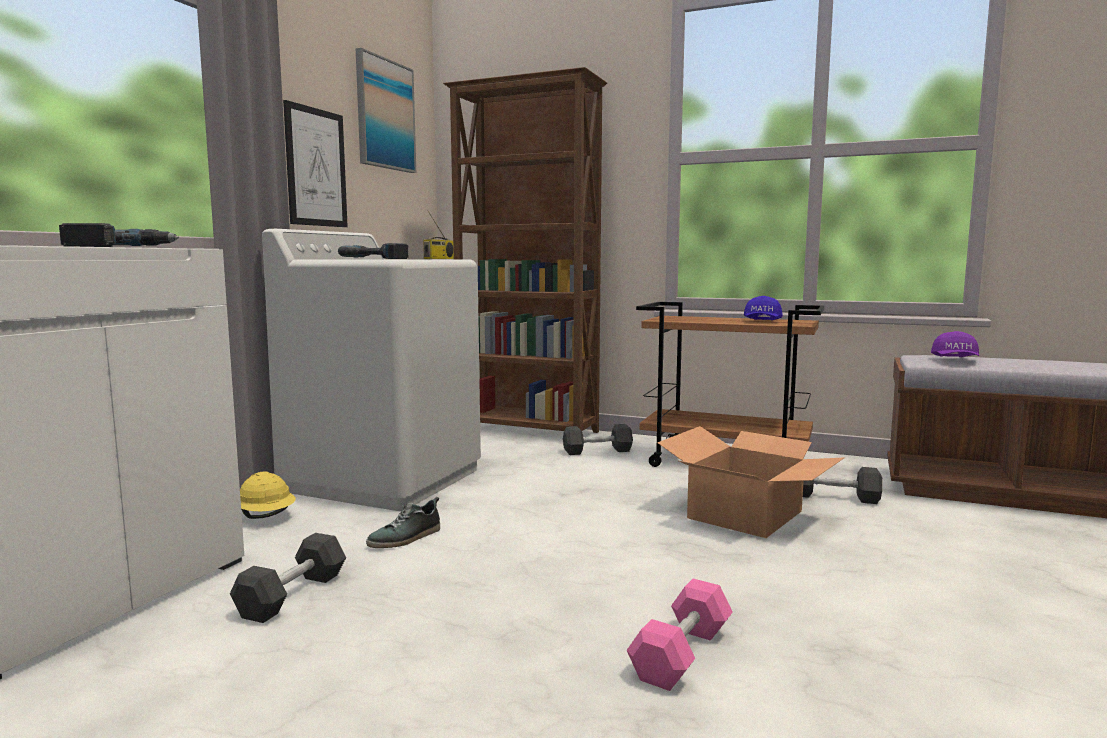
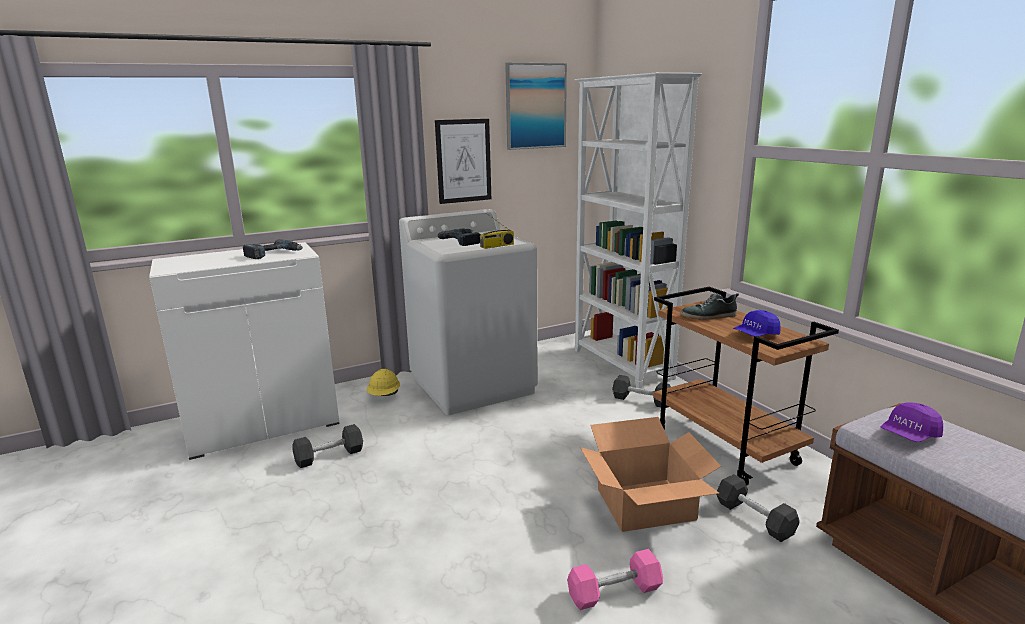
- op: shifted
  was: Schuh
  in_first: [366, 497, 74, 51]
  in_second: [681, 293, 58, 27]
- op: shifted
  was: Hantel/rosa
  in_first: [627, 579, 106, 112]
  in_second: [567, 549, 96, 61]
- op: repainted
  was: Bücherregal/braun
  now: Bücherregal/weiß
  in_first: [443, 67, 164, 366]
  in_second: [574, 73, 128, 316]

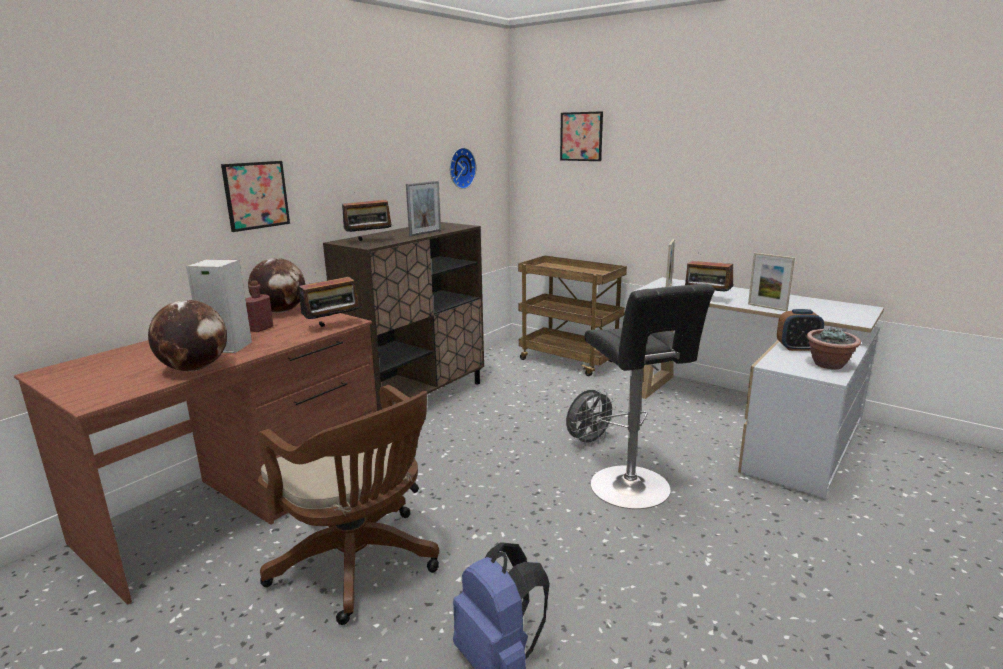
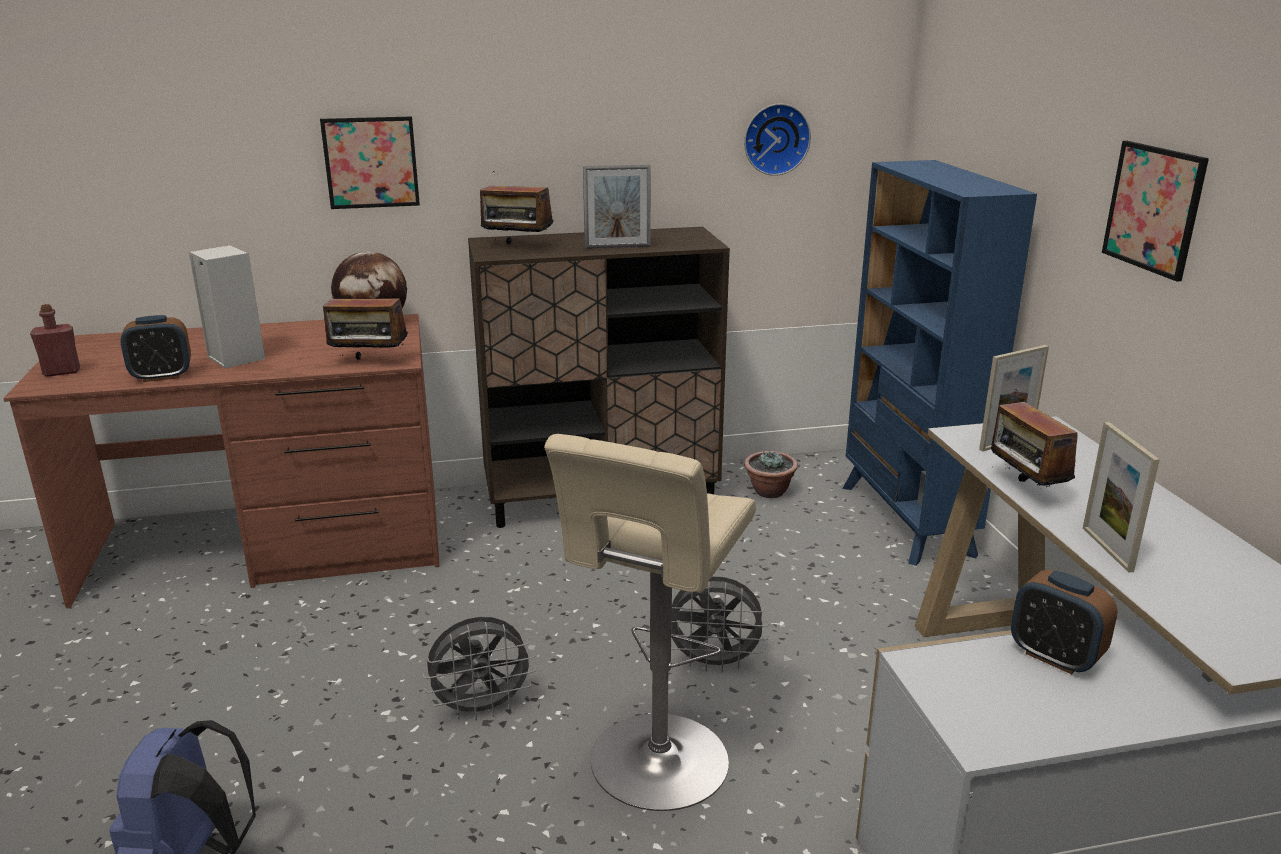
- op: gone
  was: Bürostuhl/braun
  in_first: [258, 385, 181, 240]
- op: new
  now: Ventilator/grau
  in_second: [423, 617, 113, 103]
- op: shifted
  was: Flasche/rot
  in_first: [245, 281, 28, 51]
  in_second: [30, 304, 50, 73]
- op: shifted
  was: Bild
  in_first: [560, 111, 43, 50]
  in_second: [1102, 141, 107, 141]
- op: shifted
  was: Topfpflanze
  in_first: [807, 328, 54, 41]
  in_second: [744, 451, 54, 47]
- op: swapped
  was: Globus
  now: Wecker
  in_first: [148, 300, 79, 71]
  in_second: [120, 315, 71, 67]
- op: swapped
  was: Rollwagen/braun
  now: Bücherregal/blau
  in_first: [518, 255, 109, 121]
  in_second: [843, 160, 194, 406]
- op: repainted
  was: Hocker/schwarz
  now: Hocker/beige
  in_first: [584, 284, 131, 225]
  in_second: [544, 434, 212, 377]

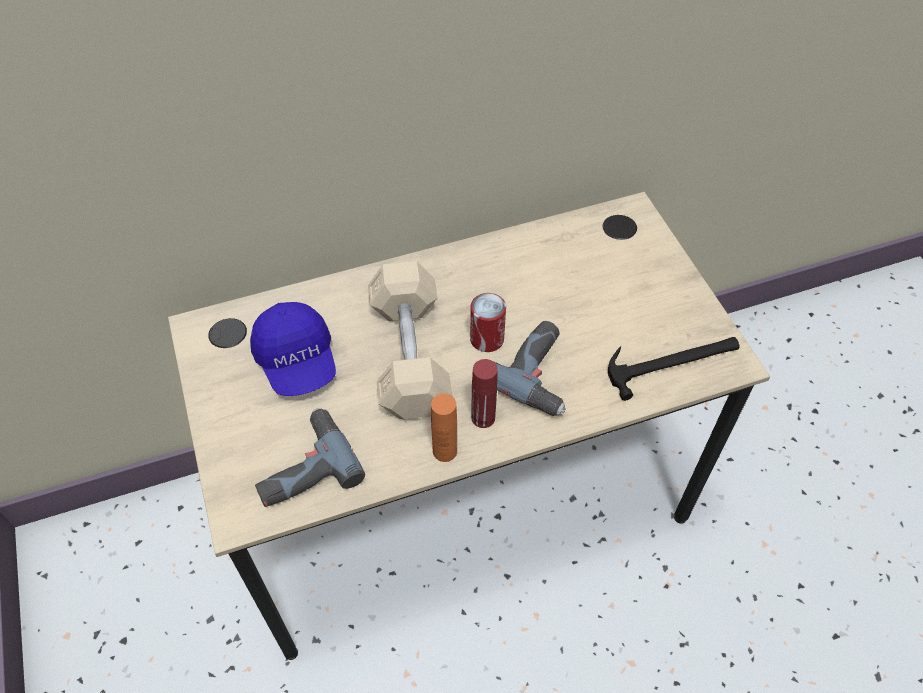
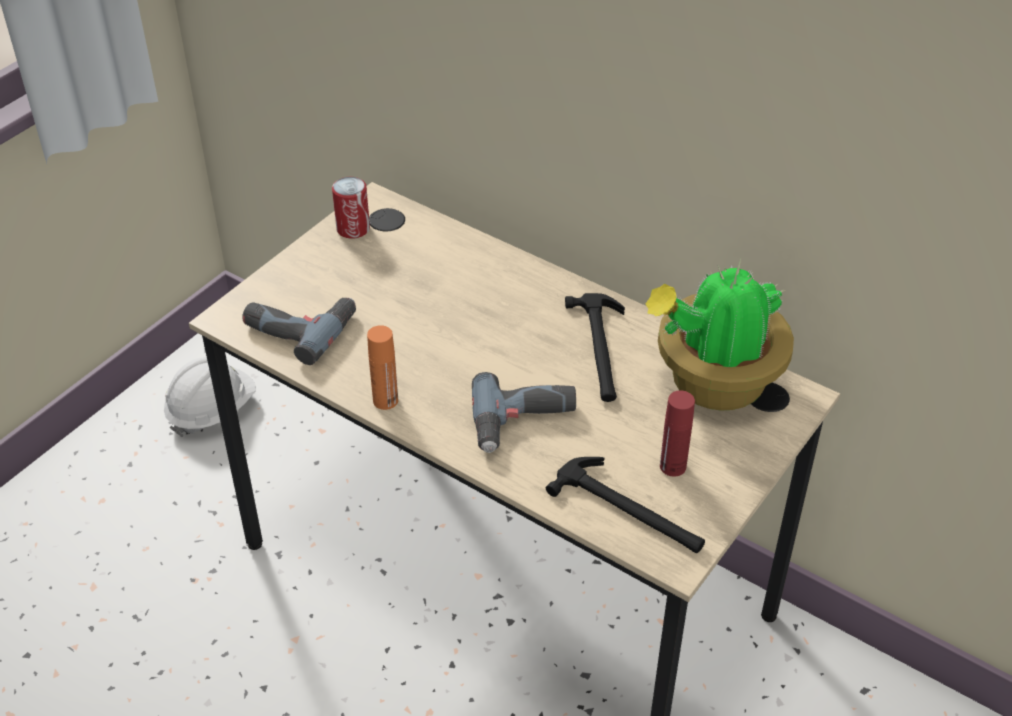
- op: gone
  was: Kappe/blau
  in_first: [250, 302, 86, 94]
- op: gone
  was: Hantel/beige
  in_first: [368, 261, 84, 158]
- op: new
  now: Schutzhelm/weiß
  in_second: [164, 357, 92, 80]
- op: new
  now: Hammer
  in_second: [565, 293, 60, 109]
- op: new
  now: Topfpflanze
  in_second: [645, 258, 149, 153]
- op: shifted
  was: Dose
  in_first: [470, 293, 36, 59]
  in_second: [332, 177, 38, 62]
- op: shifted
  was: Flasche/rot
  in_first: [471, 359, 27, 69]
  in_second: [660, 390, 35, 87]

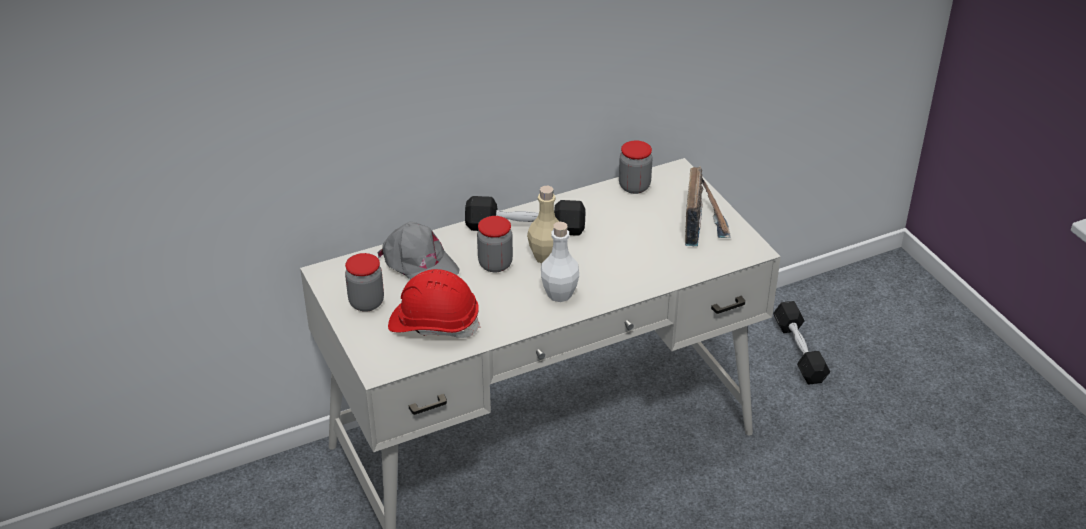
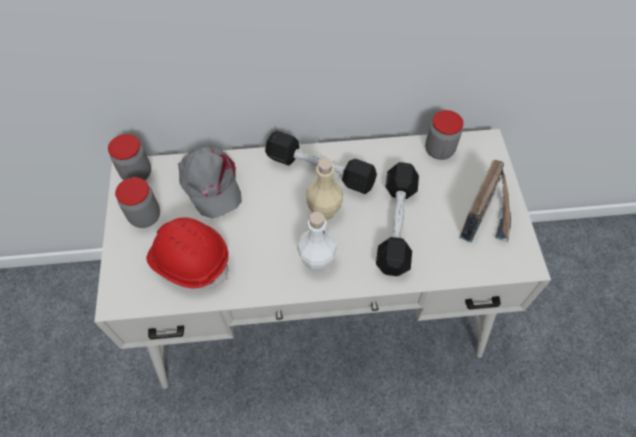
- op: shifted
  was: Vorratsglas
  in_first: [477, 216, 36, 57]
  in_second: [108, 134, 43, 46]
- op: shifted
  was: Hantel/schwarz
  in_first: [773, 301, 57, 84]
  in_second: [376, 162, 43, 114]

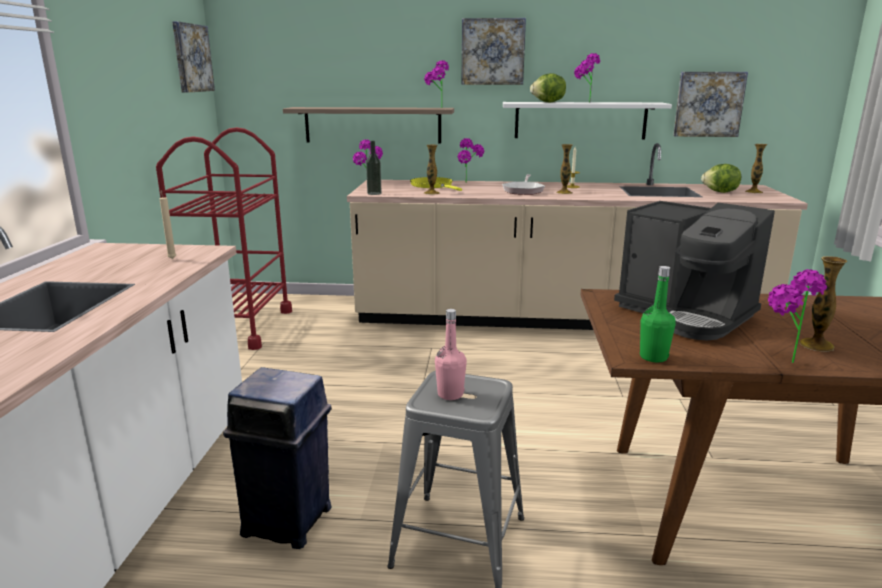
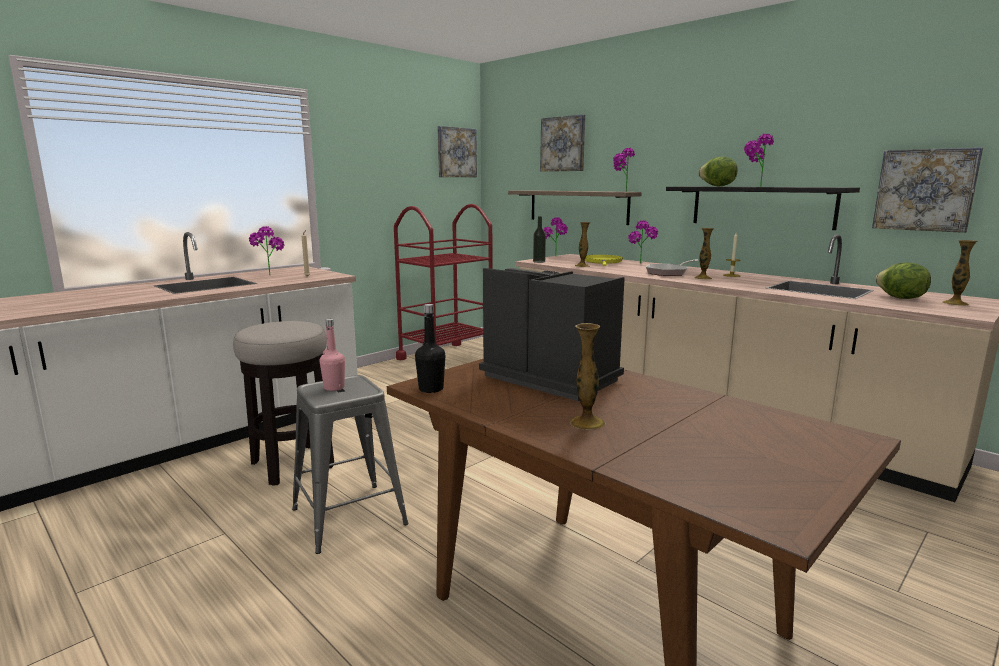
- op: shifted
  was: Bild
  in_first: [461, 18, 65, 67]
  in_second: [540, 114, 45, 58]
- op: shifted
  was: Topfpflanze
  in_first: [768, 269, 59, 94]
  in_second: [249, 226, 35, 49]
- op: swapped
  was: Mülleimer/blau
  now: Hocker
  in_first: [223, 367, 109, 182]
  in_second: [233, 321, 101, 165]
- op: repainted
  was: Wandregal/weiß
  now: Wandregal/schwarz
  in_first: [503, 102, 169, 37]
  in_second: [666, 186, 194, 44]
- op: repainted
  was: Flasche/grün
  now: Flasche/schwarz
  in_first: [640, 266, 36, 96]
  in_second: [415, 304, 30, 89]
- op: rotated
  was: Kaffeemaschine
  in_first: [614, 201, 161, 139]
  in_second: [479, 268, 146, 133]
  clockwise: 135

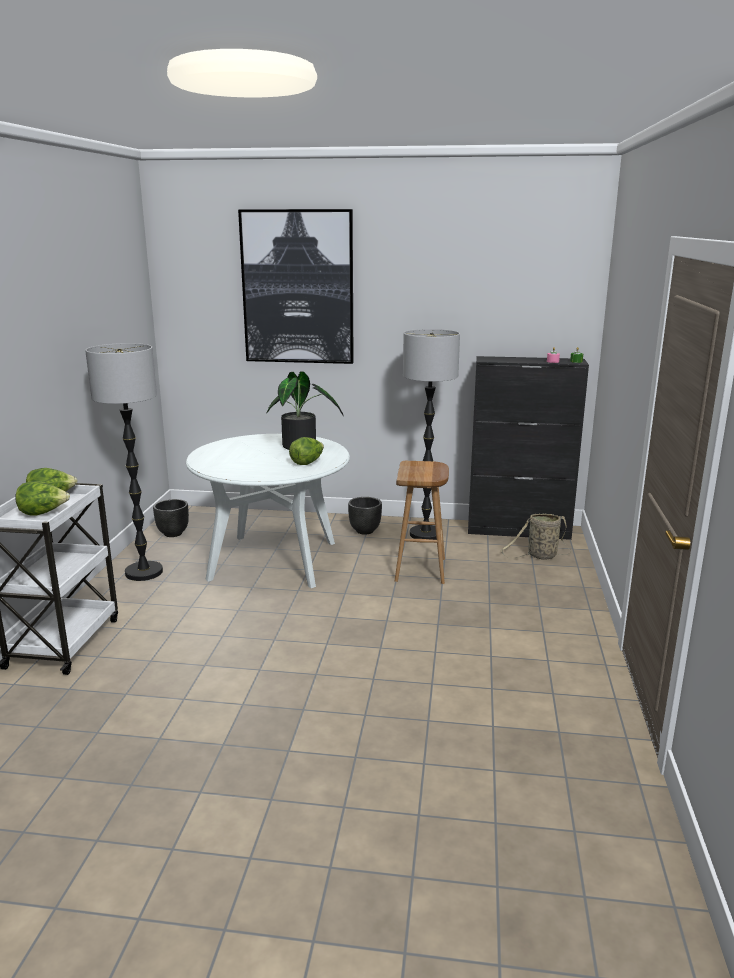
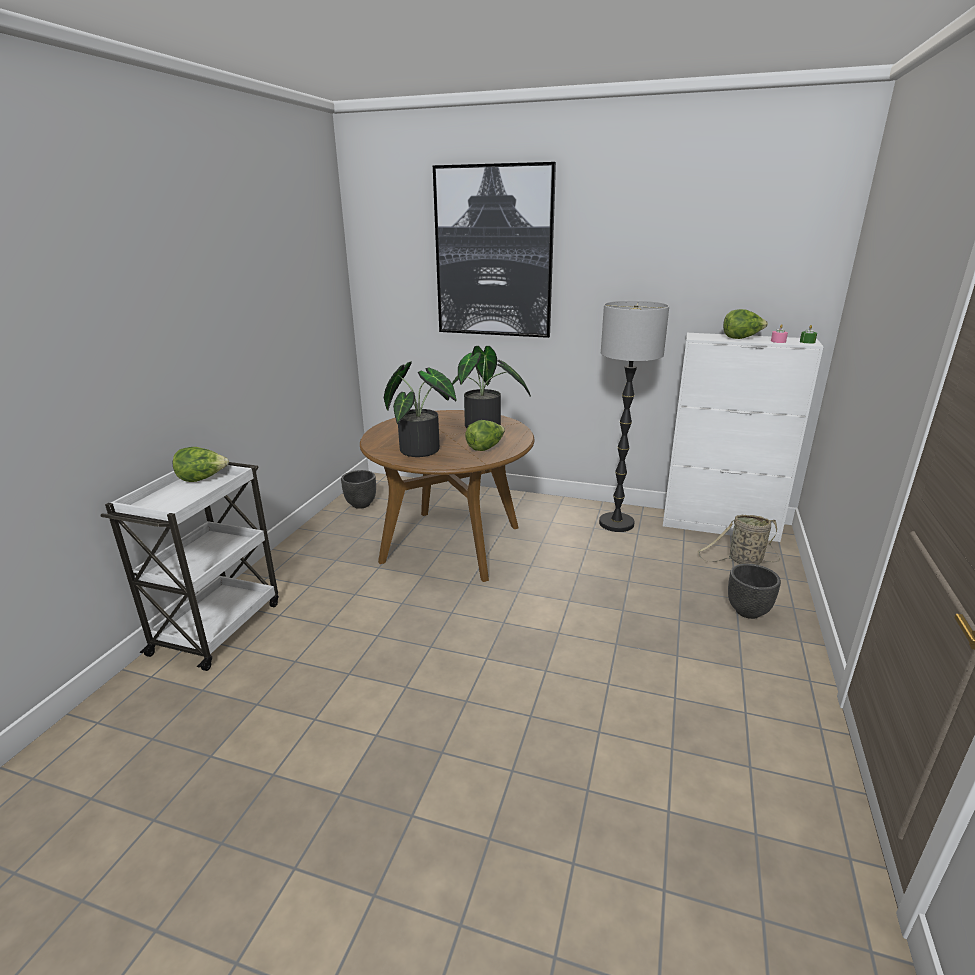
- op: gone
  was: Stehlampe
  in_first: [85, 343, 78, 238]
- op: gone
  was: Hocker/braun
  in_first: [395, 461, 54, 123]
- op: new
  now: Topfpflanze
  in_second: [384, 361, 72, 96]
- op: shifted
  was: Salatkopf
  in_first: [15, 481, 55, 35]
  in_second: [723, 309, 45, 30]
- op: shifted
  was: Pflanzkübel/schwarz
  in_first: [348, 497, 34, 38]
  in_second: [728, 564, 53, 55]
- op: repainted
  was: Esstisch/weiß
  now: Esstisch/braun
  in_first: [186, 434, 164, 154]
  in_second: [360, 410, 175, 172]
- op: repainted
  was: Schrank/schwarz
  now: Schrank/weiß
  in_first: [468, 356, 121, 184]
  in_second: [663, 333, 161, 209]

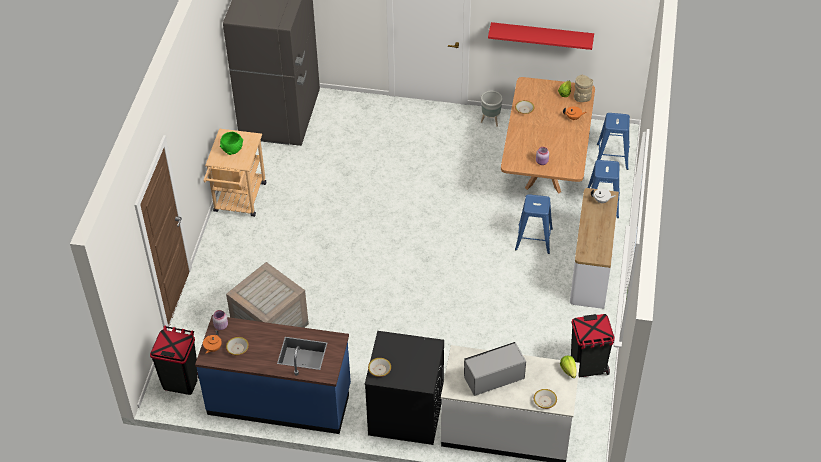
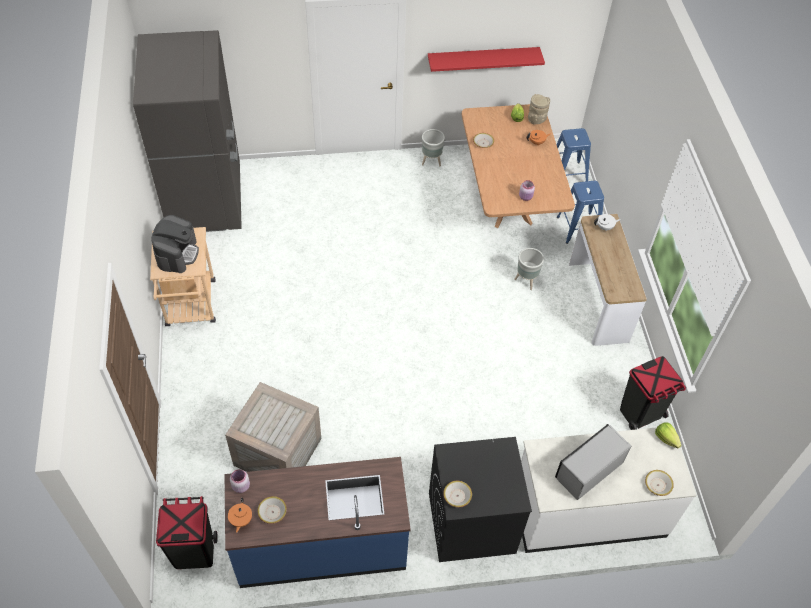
- op: swapped
  was: Schüssel/grün
  now: Kaffeemaschine
  in_first: [220, 132, 23, 23]
  in_second: [152, 215, 47, 58]
- op: swapped
  was: Hocker/blau
  now: Pflanzkübel/grau
  in_first: [515, 194, 38, 60]
  in_second: [514, 248, 30, 42]

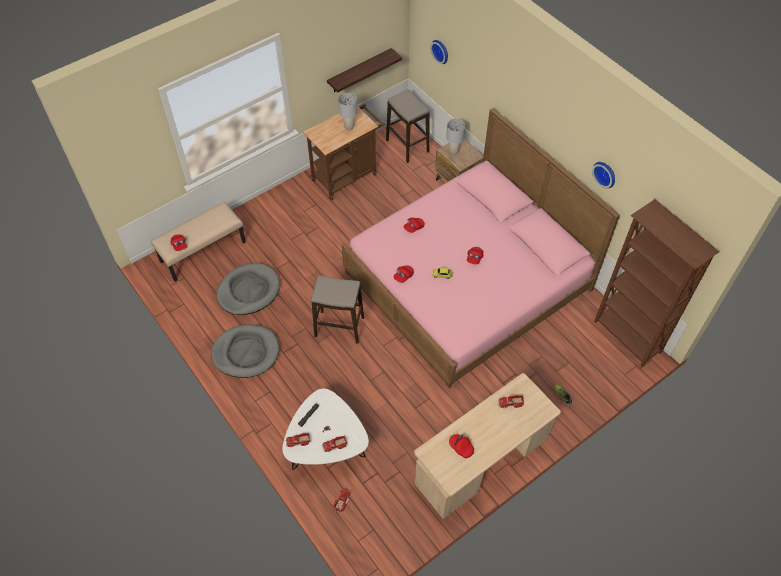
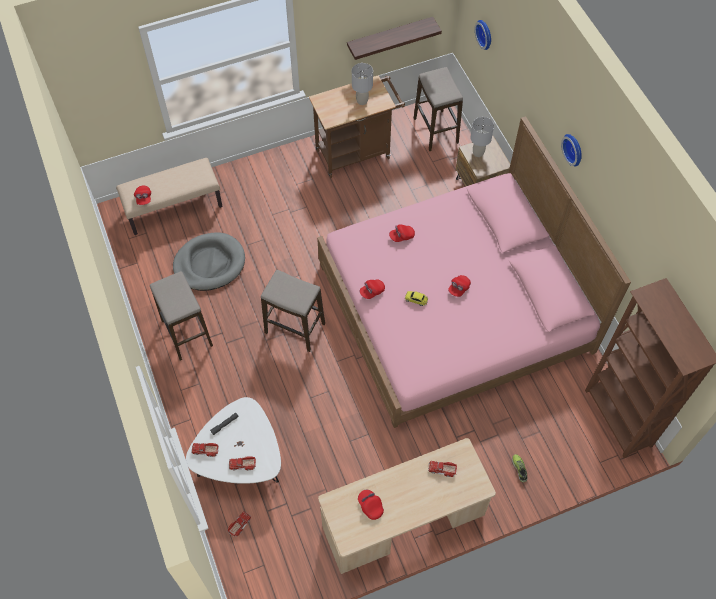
- op: shifted
  was: Wanduhr
  in_first: [592, 162, 23, 26]
  in_second: [561, 134, 21, 33]
- op: swapped
  was: Hundebett/grau
  now: Hocker
  in_first: [211, 324, 68, 54]
  in_second: [150, 271, 63, 89]

